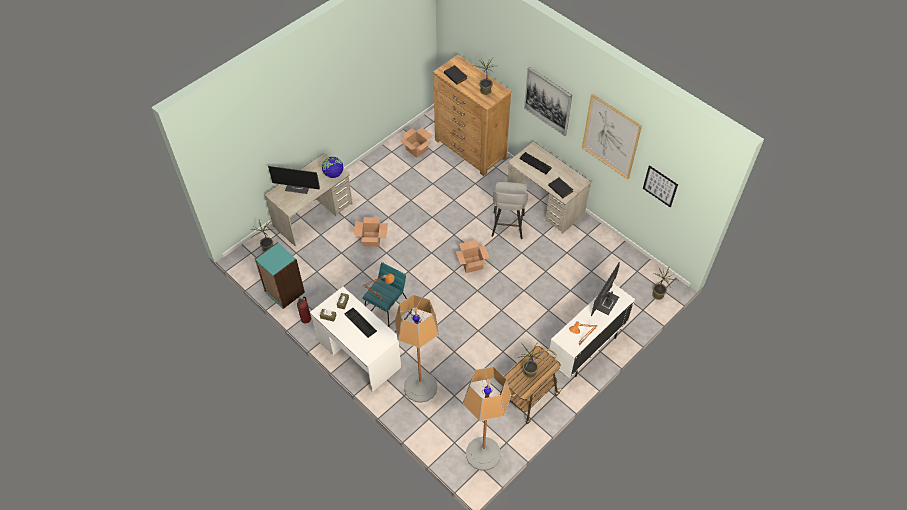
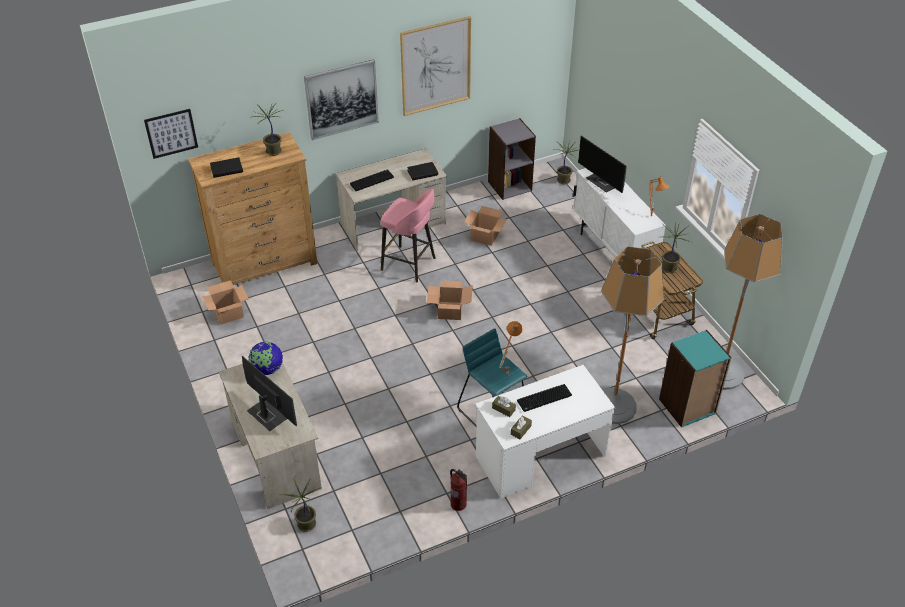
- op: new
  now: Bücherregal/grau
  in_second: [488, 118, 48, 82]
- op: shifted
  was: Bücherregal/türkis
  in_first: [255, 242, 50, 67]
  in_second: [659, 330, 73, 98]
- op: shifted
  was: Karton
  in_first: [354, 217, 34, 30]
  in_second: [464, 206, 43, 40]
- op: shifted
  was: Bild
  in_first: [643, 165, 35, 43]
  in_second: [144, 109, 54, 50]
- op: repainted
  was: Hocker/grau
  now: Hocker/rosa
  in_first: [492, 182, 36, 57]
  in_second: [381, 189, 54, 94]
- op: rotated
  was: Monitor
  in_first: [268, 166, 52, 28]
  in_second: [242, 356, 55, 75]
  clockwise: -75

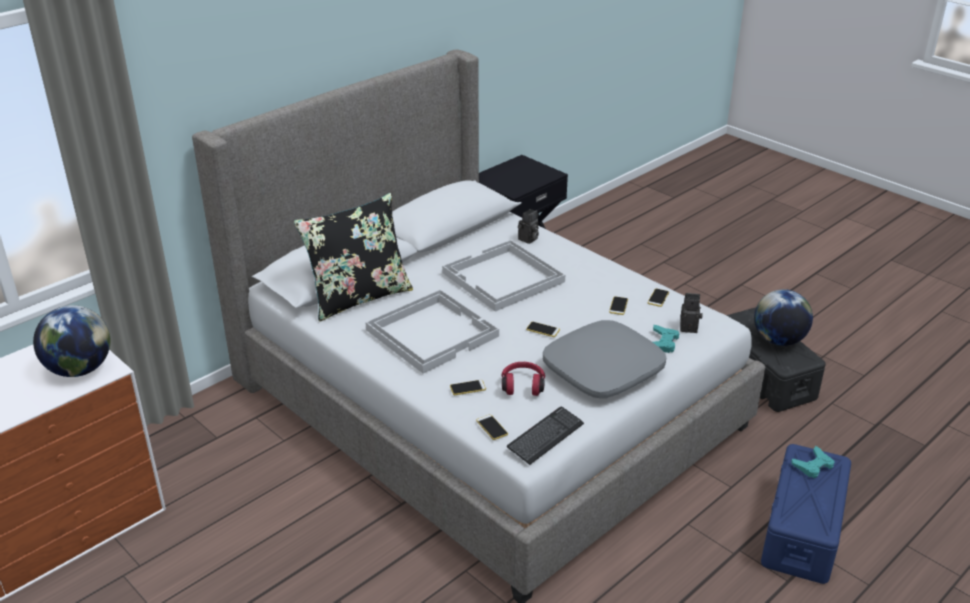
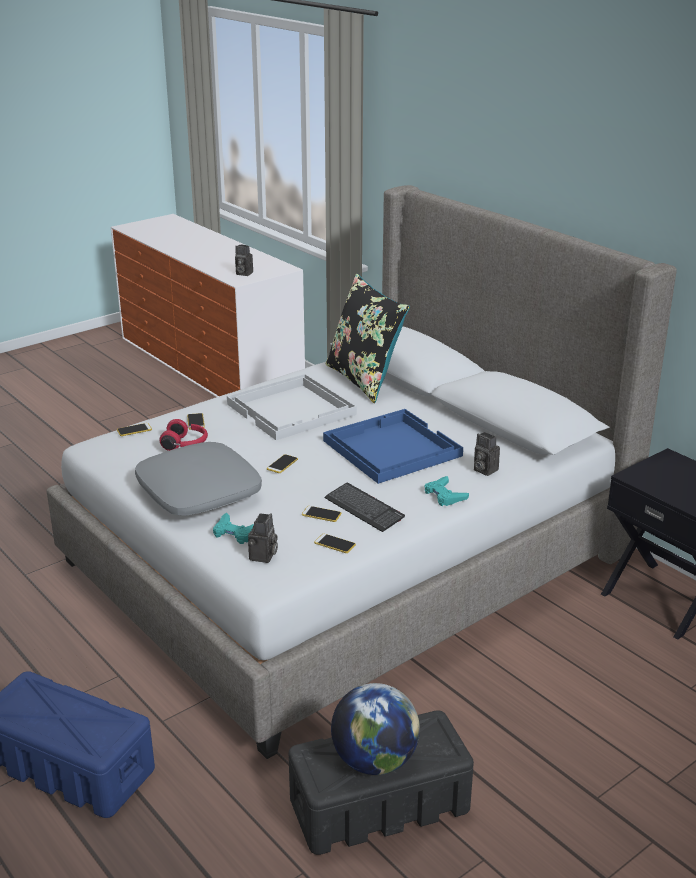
- op: shifted
  was: Tastatur
  in_first: [507, 407, 77, 58]
  in_second: [324, 483, 81, 49]
- op: shifted
  was: Gamepad/türkis
  in_first: [791, 446, 44, 32]
  in_second: [425, 476, 44, 30]
- op: swapped
  was: Globus
  now: Kamera
  in_first: [33, 305, 78, 72]
  in_second: [235, 245, 18, 31]
- op: repainted
  was: Tablett/weiß
  now: Tablett/blau
  in_first: [442, 240, 123, 72]
  in_second: [323, 409, 140, 75]

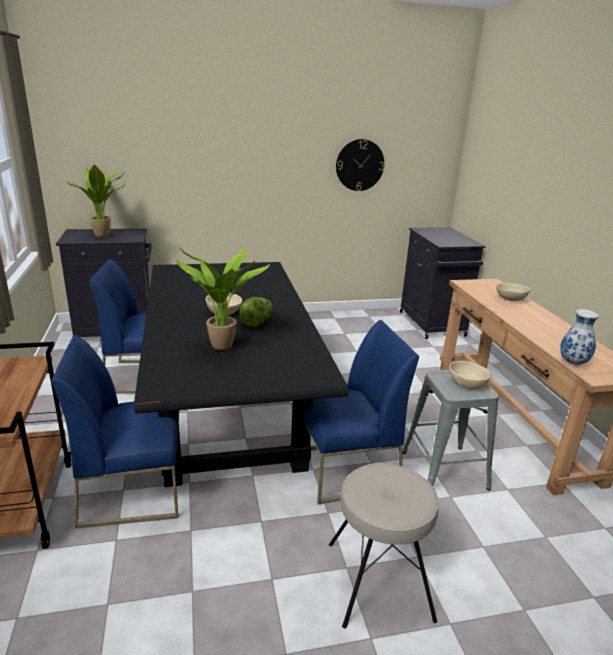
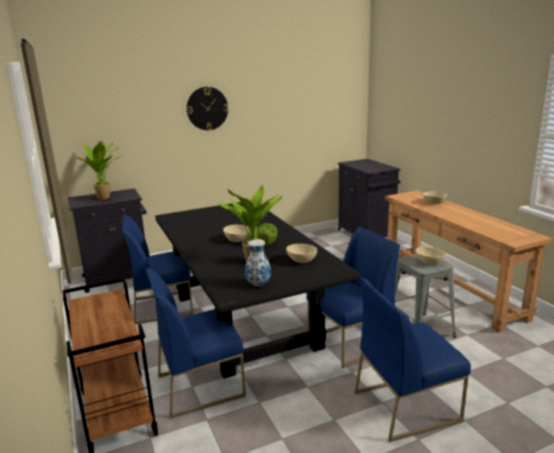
- op: new
  now: Schüssel/beige
  in_second: [286, 244, 31, 19]
- op: shifted
  was: Wanduhr
  in_first: [336, 139, 48, 52]
  in_second: [187, 87, 41, 43]
- op: shifted
  was: Vase
  in_first: [560, 309, 39, 56]
  in_second: [245, 239, 26, 47]
- op: swapped
  was: Hocker/beige
  now: Stuhl/blau
  in_first: [329, 463, 110, 165]
  in_second: [354, 278, 117, 164]

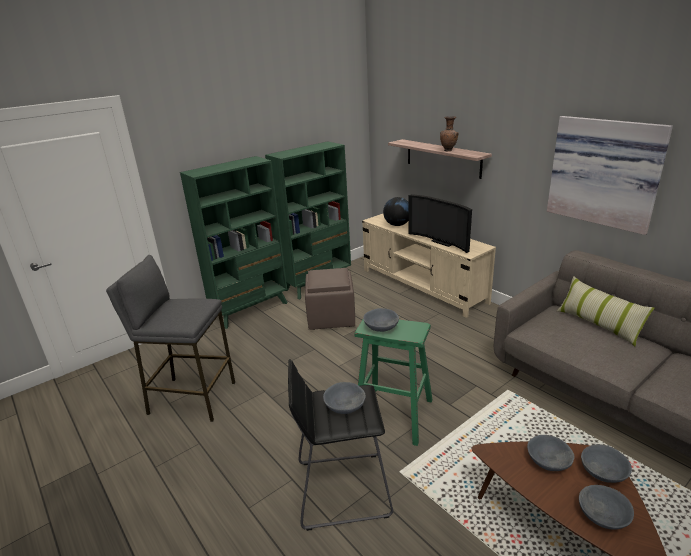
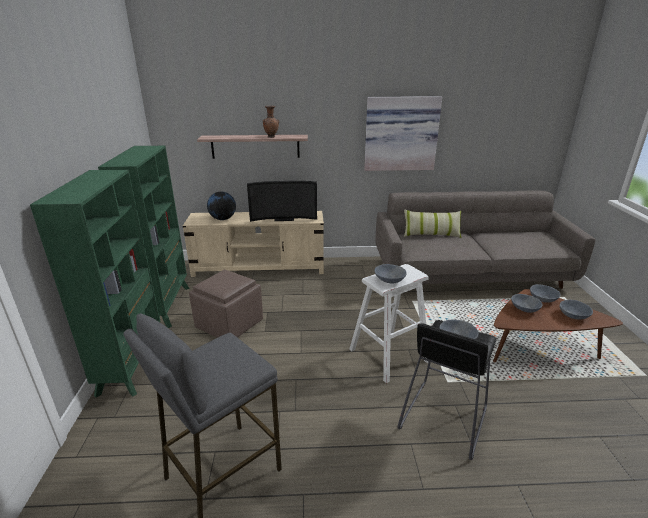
- op: repainted
  was: Hocker/grün
  now: Hocker/weiß
  in_first: [355, 320, 78, 126]
  in_second: [349, 264, 80, 119]

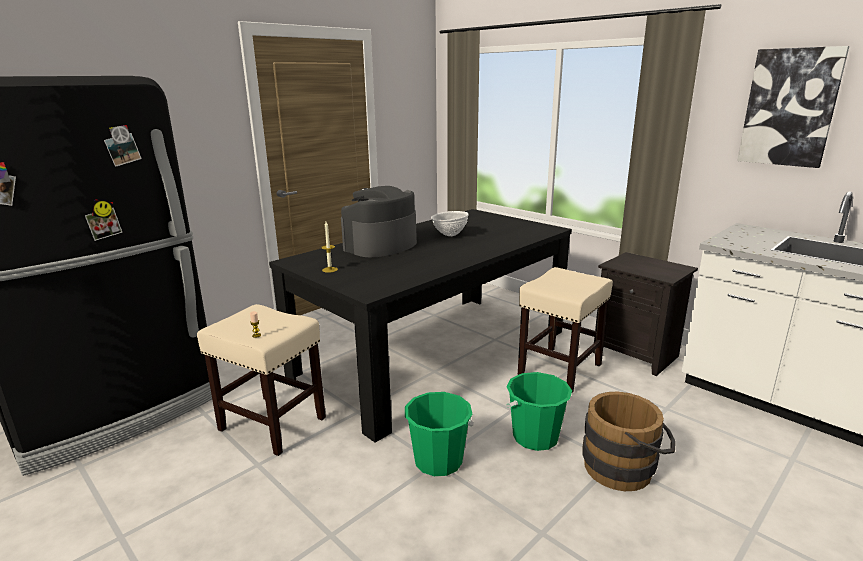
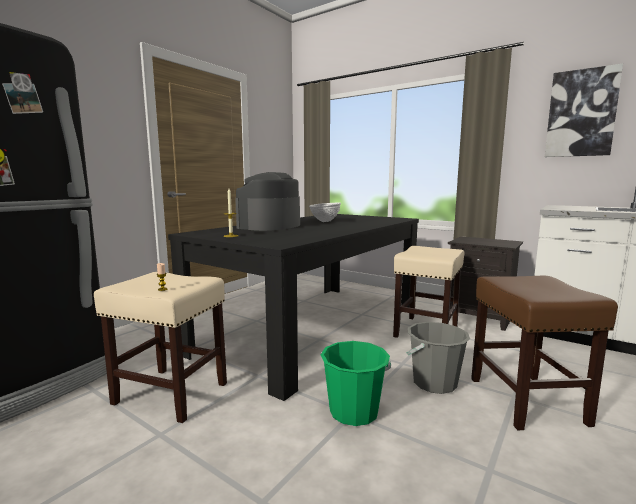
- op: swapped
  was: Eimer/braun
  now: Hocker/braun
  in_first: [582, 392, 94, 99]
  in_second: [471, 276, 147, 154]
- op: repainted
  was: Eimer/grün
  now: Eimer/grau
  in_first: [506, 372, 66, 79]
  in_second: [406, 322, 64, 72]

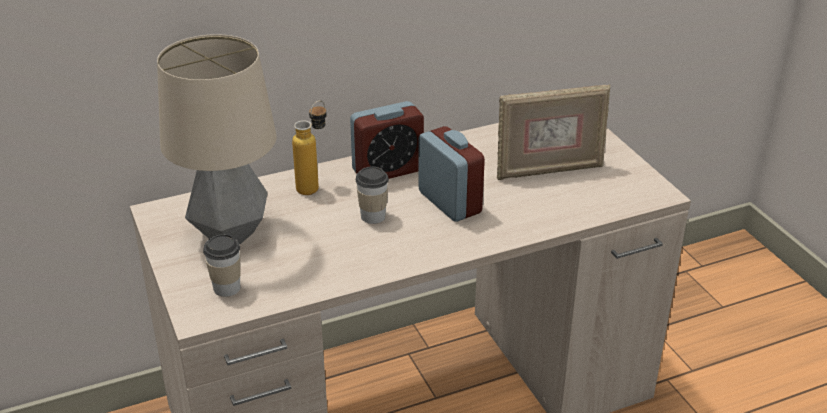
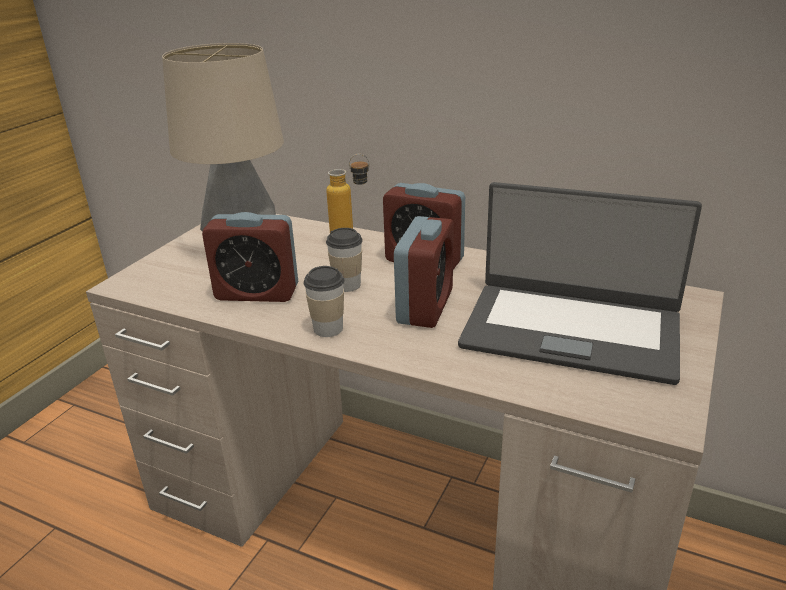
- op: new
  now: Wecker
  in_second: [202, 212, 96, 90]
- op: shifted
  was: Tasse
  in_first: [203, 234, 38, 63]
  in_second: [303, 266, 41, 71]
- op: swapped
  was: Bilderrahmen
  now: Laptop
  in_first: [497, 84, 113, 96]
  in_second: [458, 182, 244, 203]

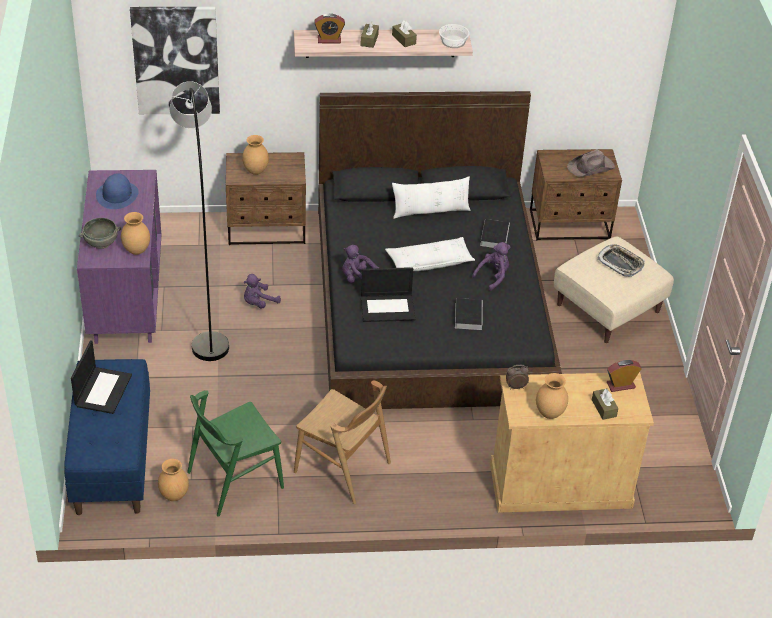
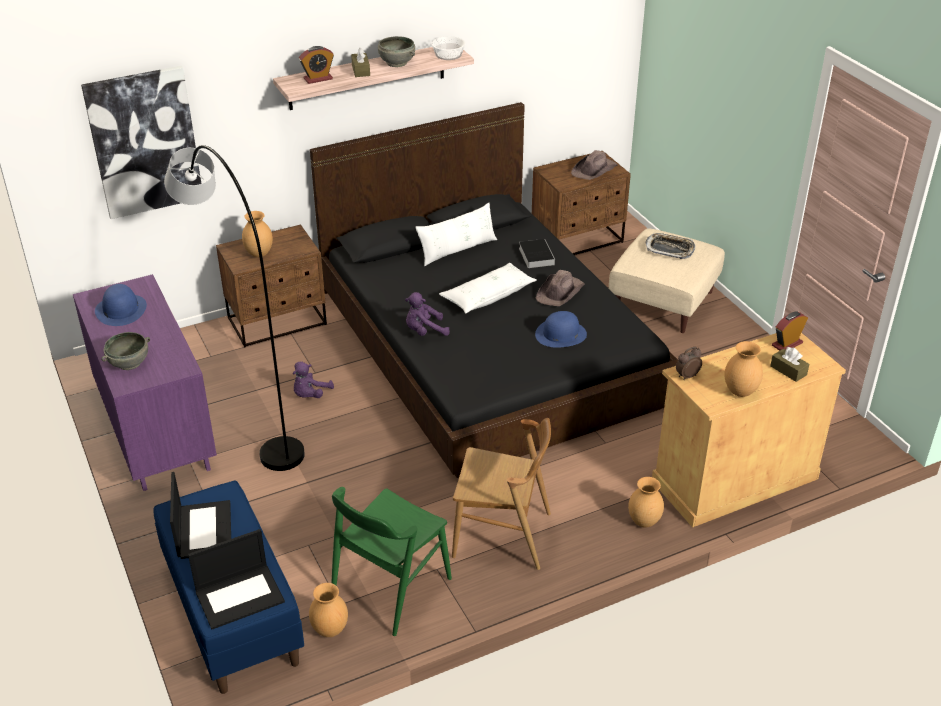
- op: shifted
  was: Vase/braun
  in_first: [121, 212, 29, 43]
  in_second: [628, 477, 36, 50]
- op: shifted
  was: Laptop
  in_first: [361, 267, 55, 55]
  in_second: [188, 529, 97, 101]
- op: swapped
  was: Taschentuchbox/braun
  now: Schüssel/grau
  in_first: [392, 20, 25, 27]
  in_second: [378, 36, 37, 31]
- op: swapped
  was: Buch
  now: Hut/blau
  in_first: [455, 298, 28, 32]
  in_second: [535, 311, 52, 37]
- op: swapped
  was: Plüschtier/lila
  now: Hut/braun
  in_first: [472, 242, 39, 49]
  in_second: [536, 270, 49, 36]

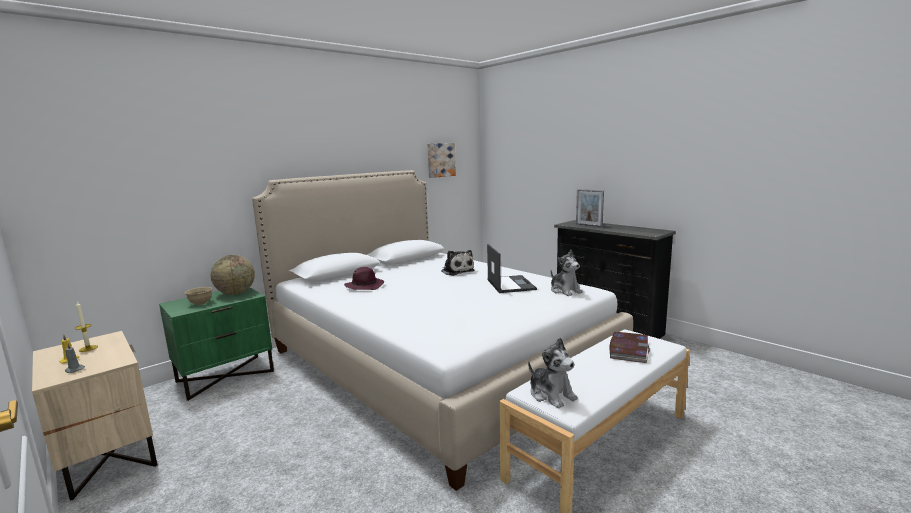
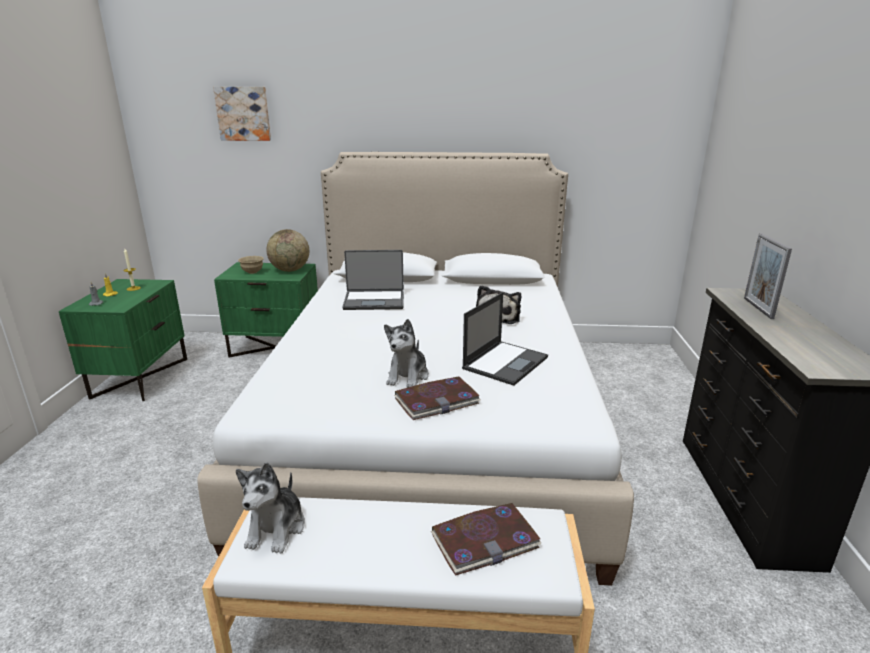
- op: new
  now: Buch
  in_second: [394, 377, 86, 43]
- op: shifted
  was: Bild
  in_first: [427, 143, 29, 35]
  in_second: [213, 87, 58, 54]
- op: shifted
  was: Plüschtier
  in_first: [551, 250, 32, 46]
  in_second: [384, 319, 45, 69]
- op: swapped
  was: Hut/lila
  now: Laptop
  in_first: [344, 267, 40, 23]
  in_second: [342, 250, 62, 60]
- op: repainted
  was: Nachttisch/beige
  now: Nachttisch/grün
  in_first: [32, 331, 125, 169]
  in_second: [59, 279, 128, 122]

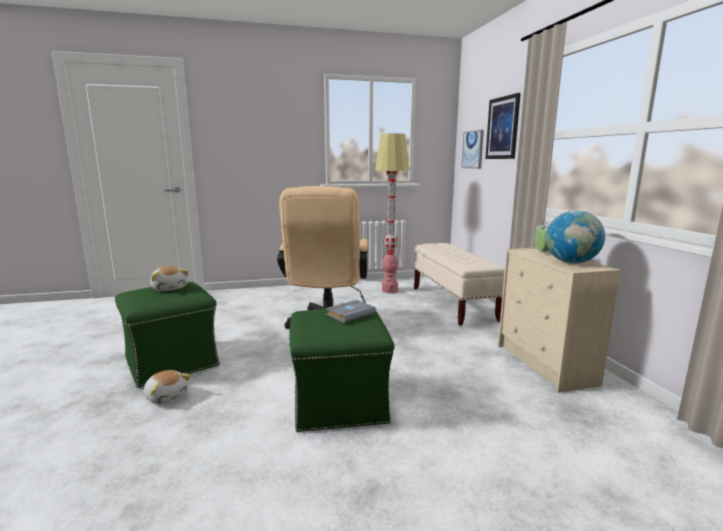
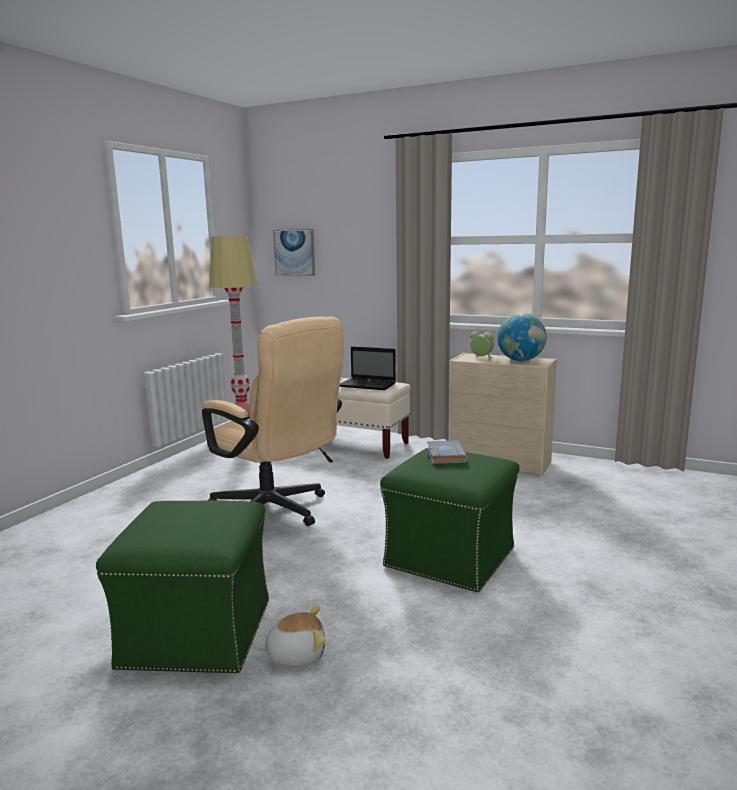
- op: gone
  was: Plüschtier
  in_first: [150, 266, 38, 25]
- op: gone
  was: Bild
  in_first: [485, 93, 36, 66]
- op: new
  now: Laptop
  in_second: [339, 346, 57, 44]

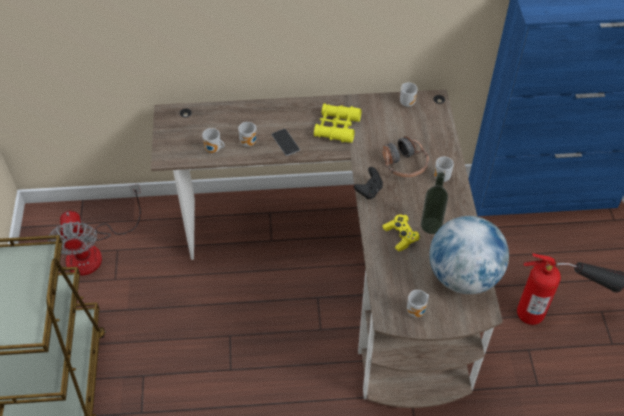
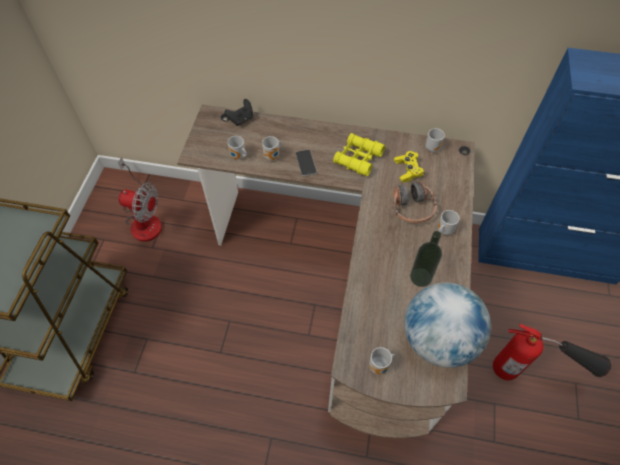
- op: shifted
  was: Gamepad/schwarz
  in_first: [354, 167, 29, 32]
  in_second: [224, 99, 29, 27]
- op: shifted
  was: Gamepad/gelb
  in_first: [382, 215, 38, 36]
  in_second: [394, 151, 31, 31]
- op: rotated
  was: Ventilator
  in_first: [48, 184, 93, 92]
  in_second: [118, 157, 44, 85]
  clockwise: -75

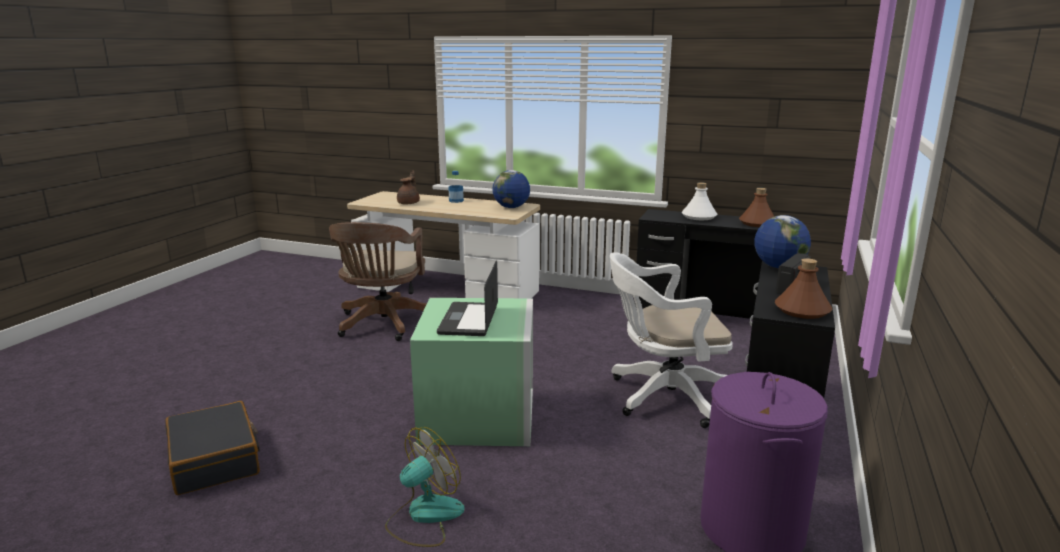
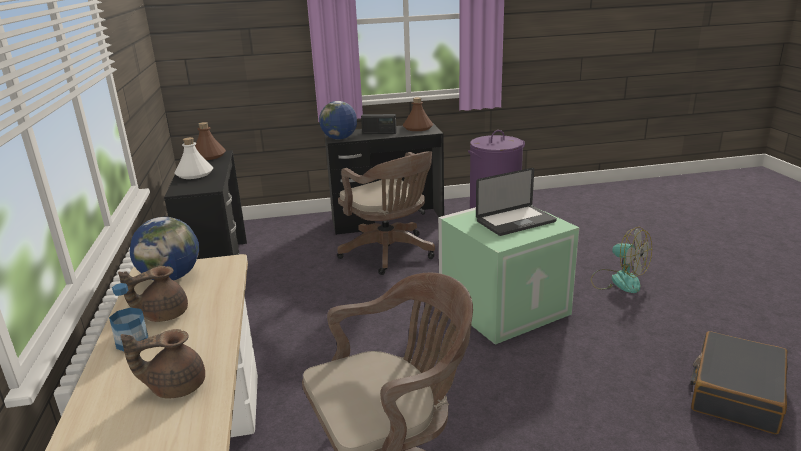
- op: new
  now: Teekanne/braun
  in_second: [118, 266, 70, 56]
- op: repainted
  was: Bürostuhl/weiß
  now: Bürostuhl/braun
  in_first: [610, 252, 123, 176]
  in_second: [337, 151, 98, 124]
- op: rotated
  was: Ventilator
  in_first: [385, 427, 80, 120]
  in_second: [591, 227, 61, 66]
  clockwise: -150

